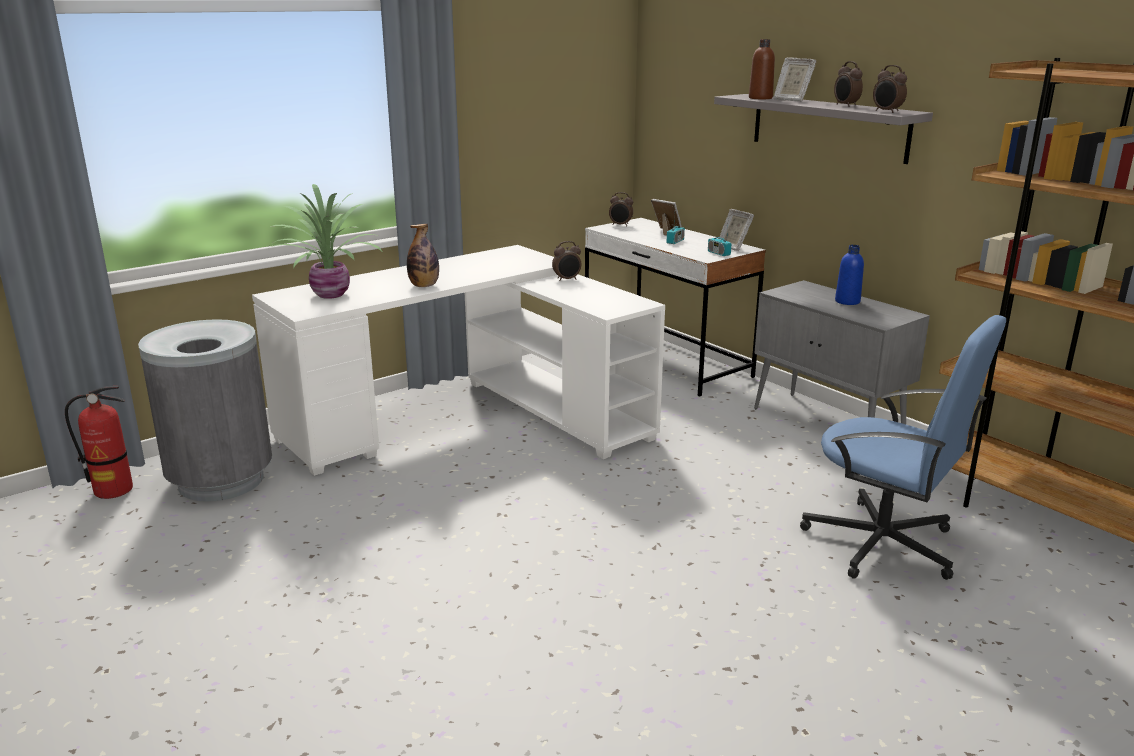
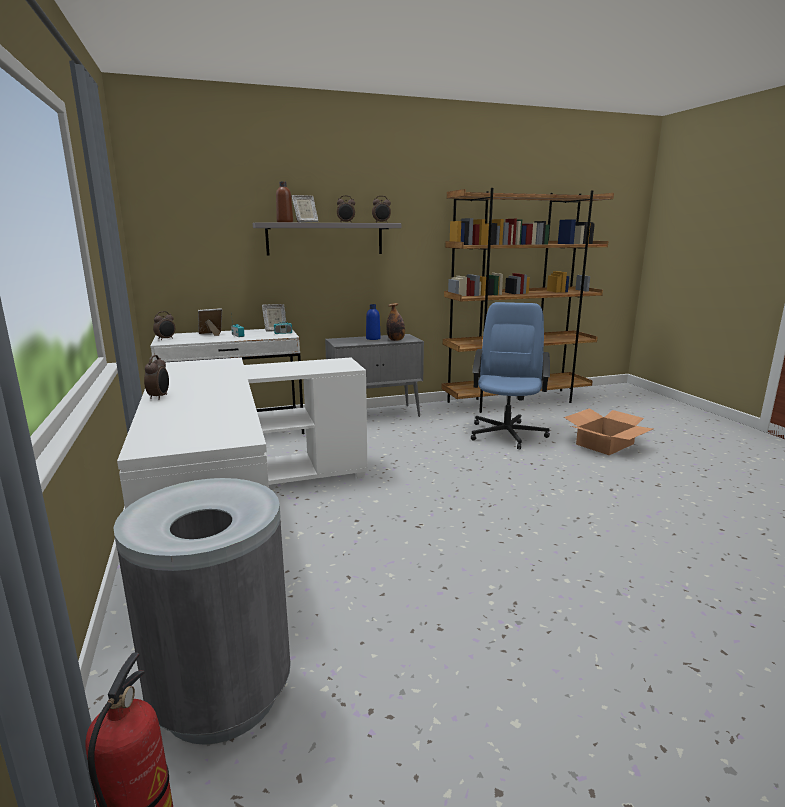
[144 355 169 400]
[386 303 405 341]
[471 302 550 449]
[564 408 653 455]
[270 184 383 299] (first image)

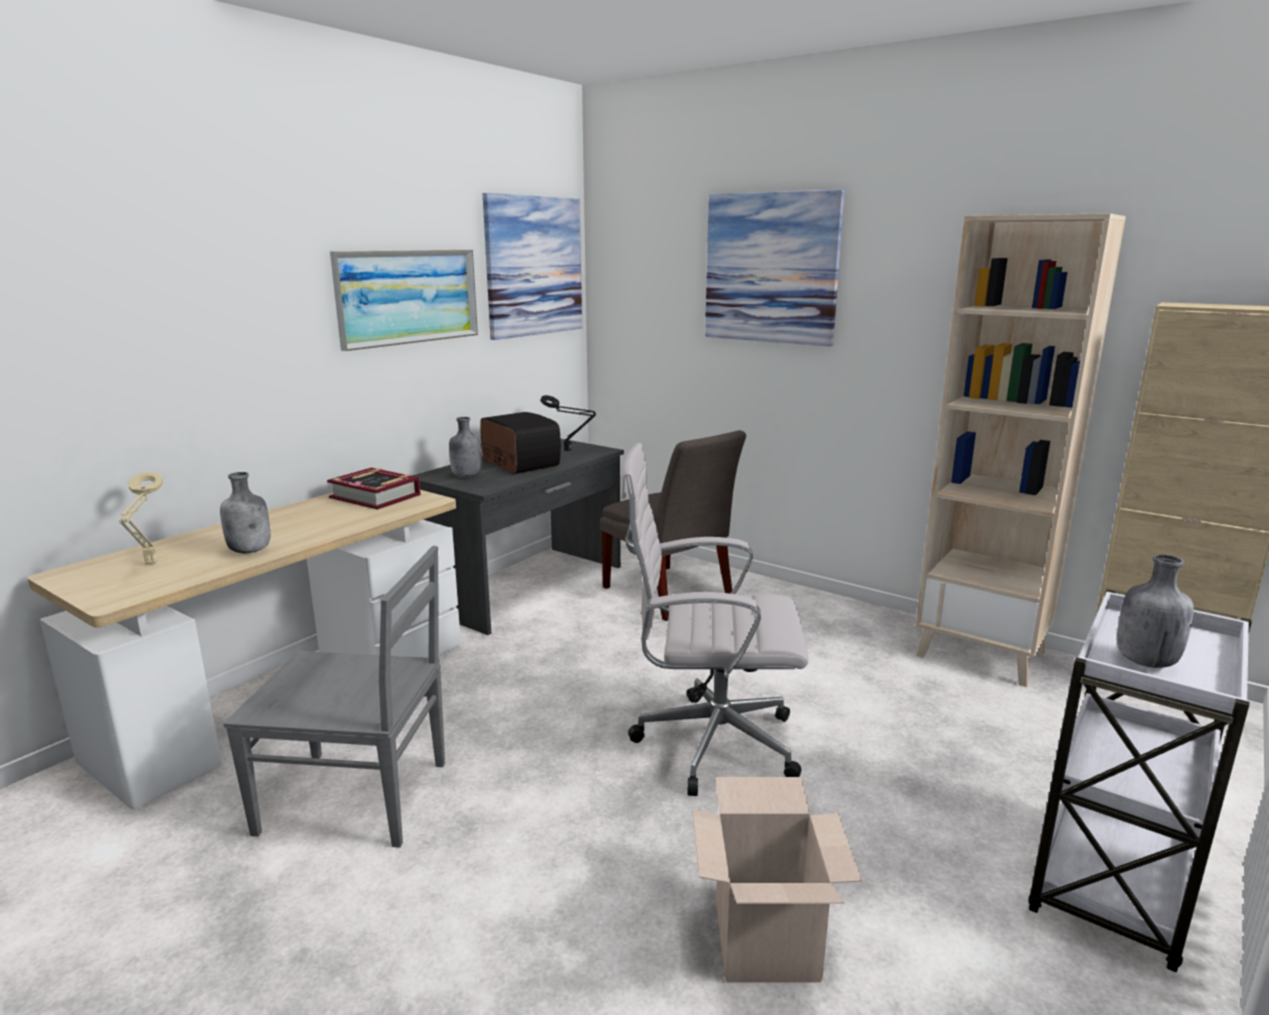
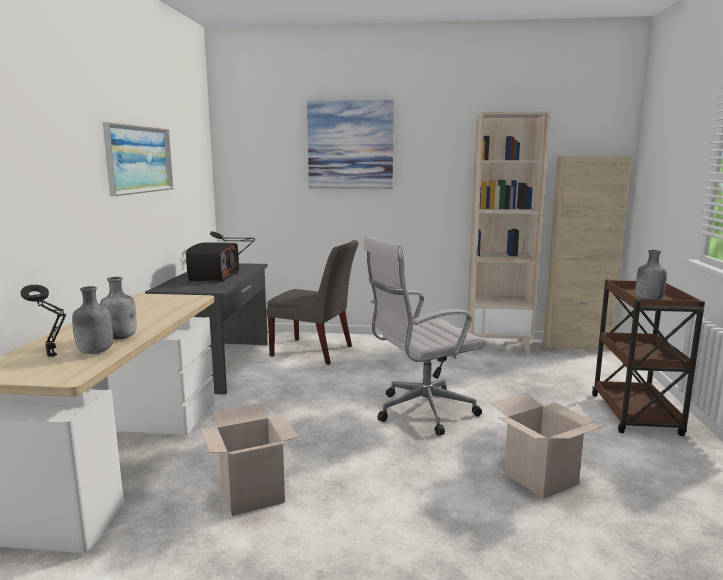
[21 285 66 357]
[72 286 113 354]
[186 242 239 282]
[201 403 299 516]
[592 279 705 436]
[327 468 421 510] (first image)
[483 193 582 340] (first image)

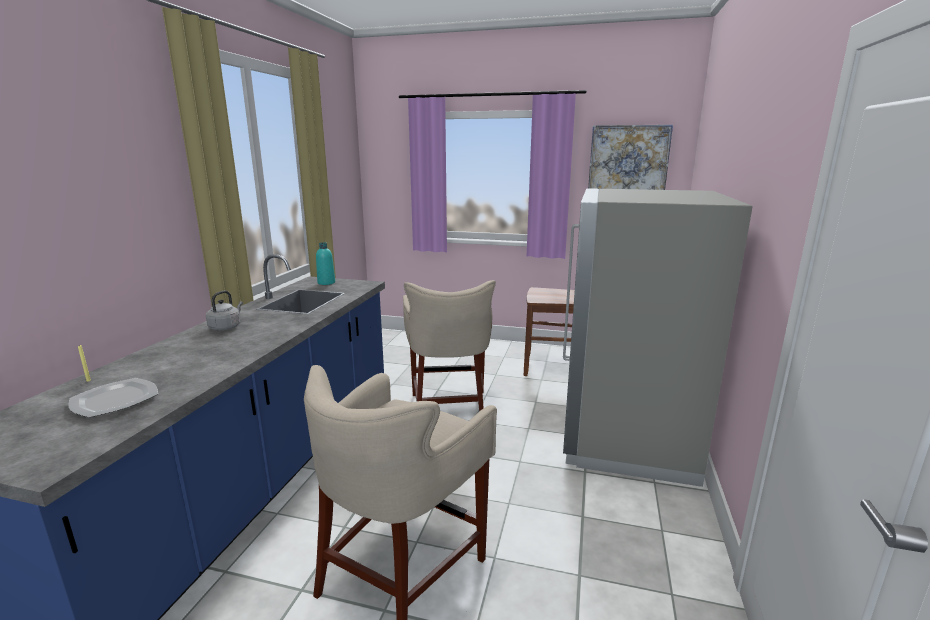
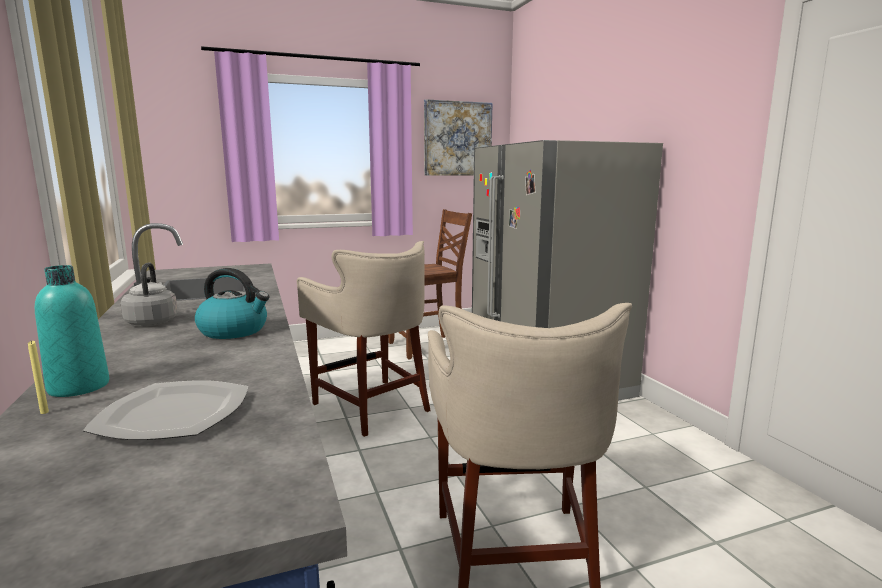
[35 265 109 397]
[195 268 269 339]

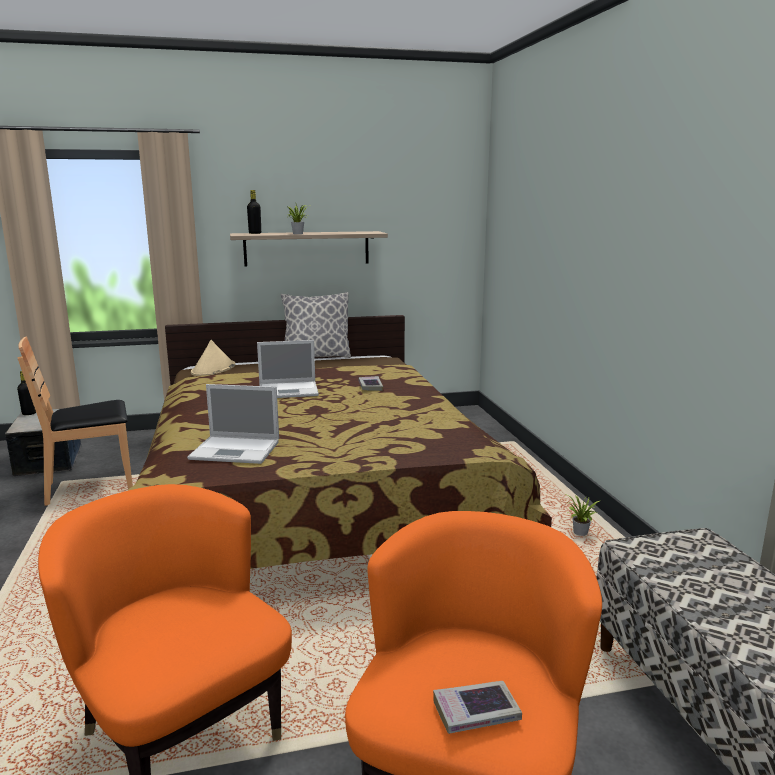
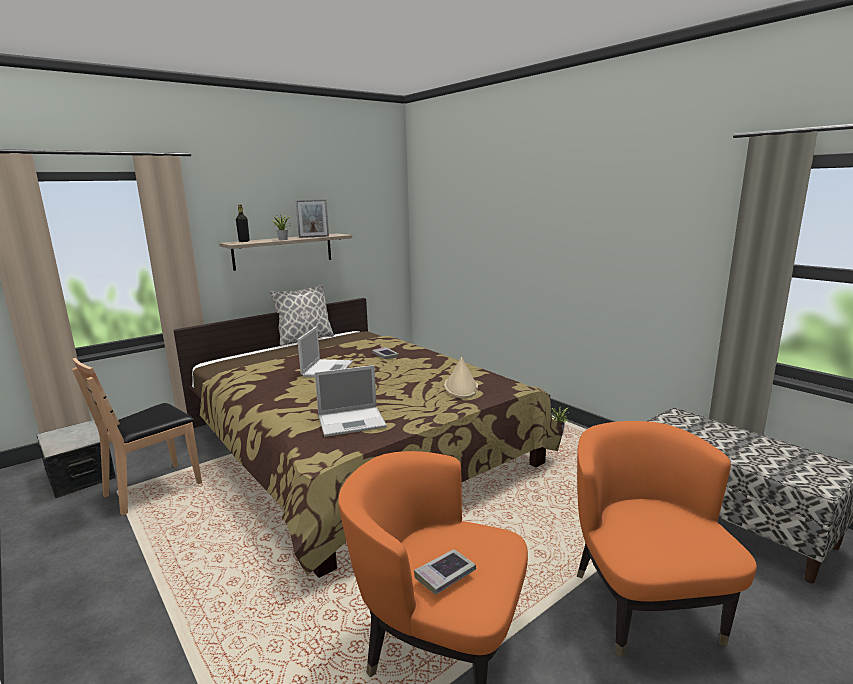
[296 199 329 238]
[297 326 353 377]
[414 549 476 595]
[444 357 478 398]
[17 371 36 415] (first image)

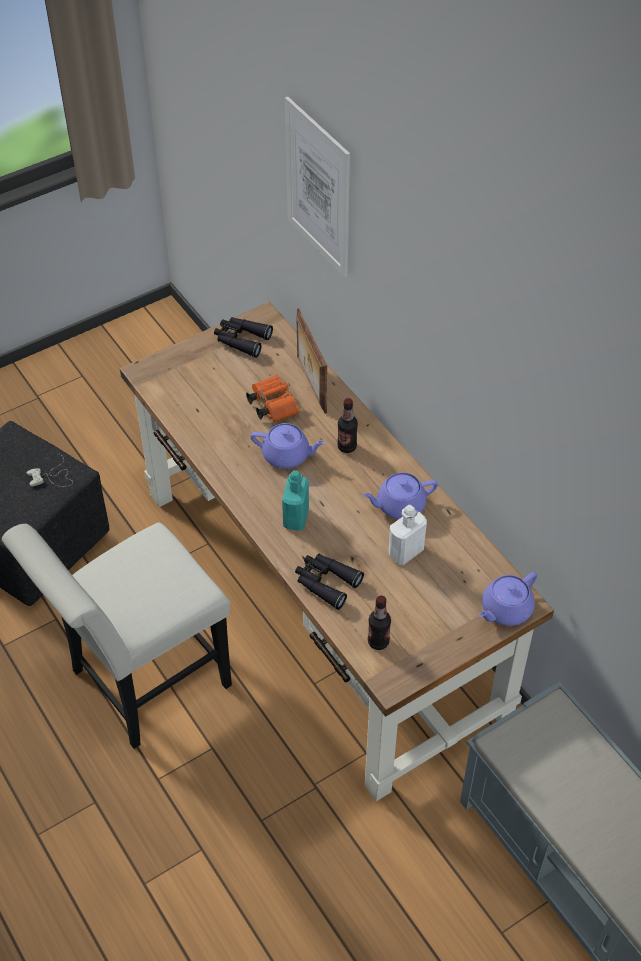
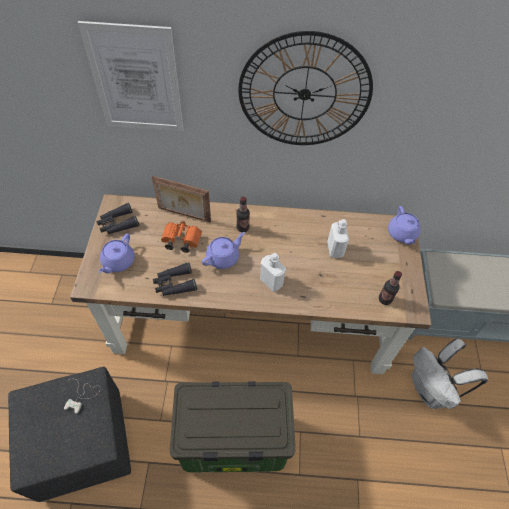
[99 233 135 274]
[153 262 197 296]
[169 381 296 473]
[238 31 373 145]
[260 253 286 292]
[411 338 488 409]

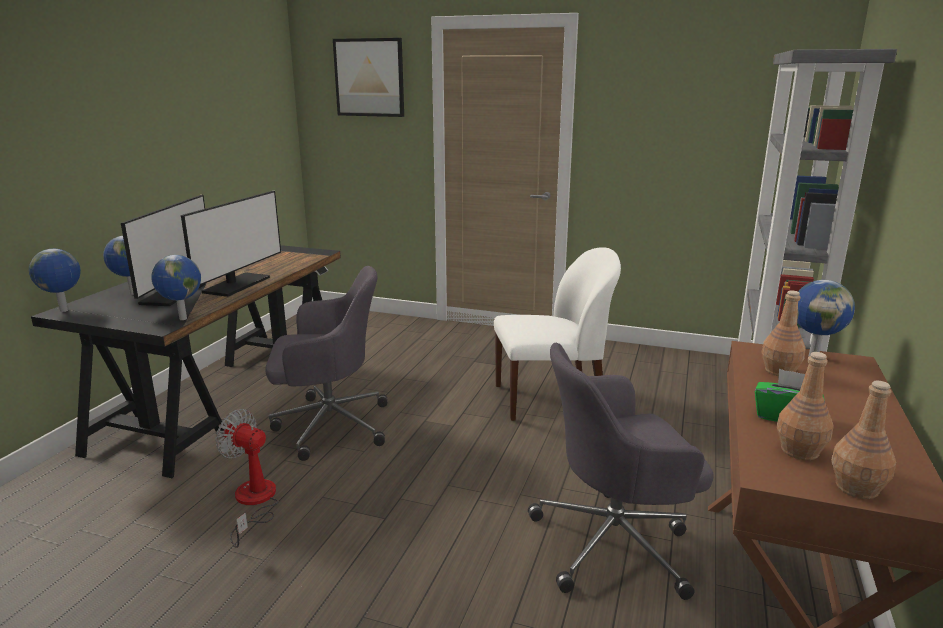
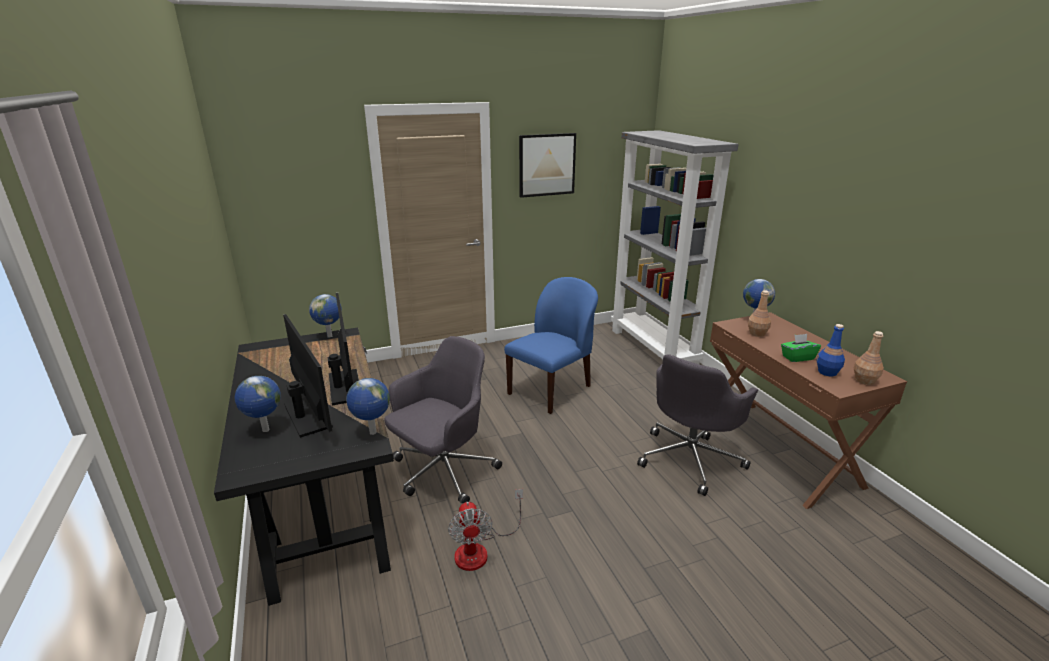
[309 294 342 338]
[448 489 523 571]
[504 277 598 414]
[519 133 576 198]
[816 324 845 376]

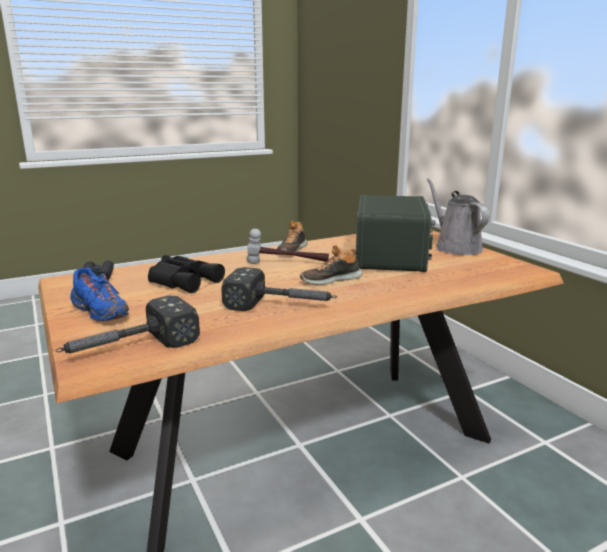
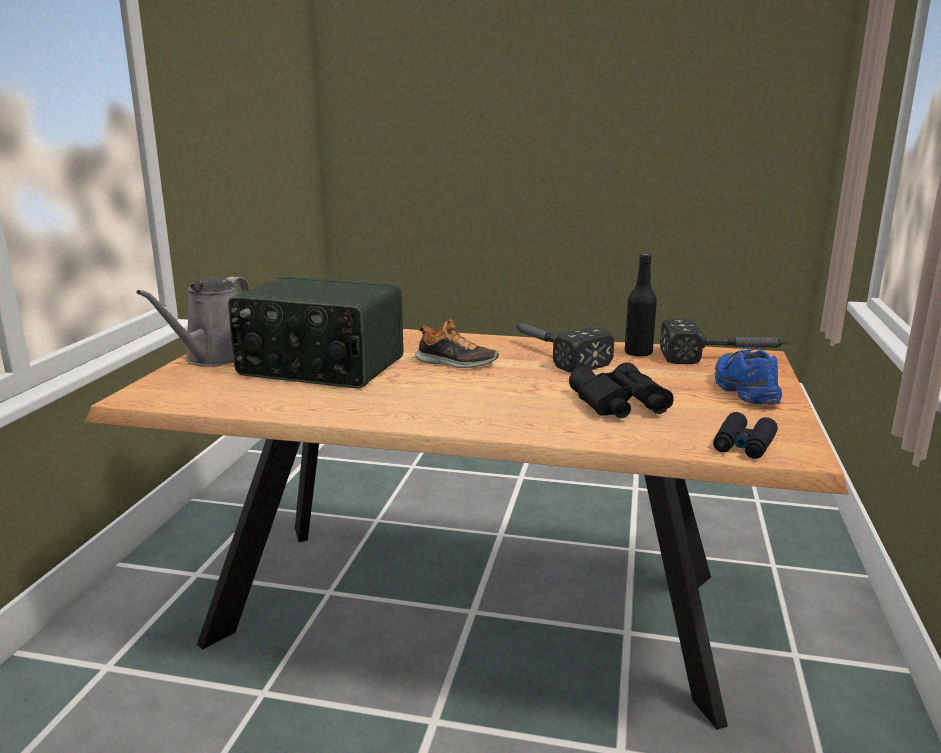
[228 276 404 388]
[625 253 657 357]
[247 229 329 264] (first image)
[277 220 308 255] (first image)

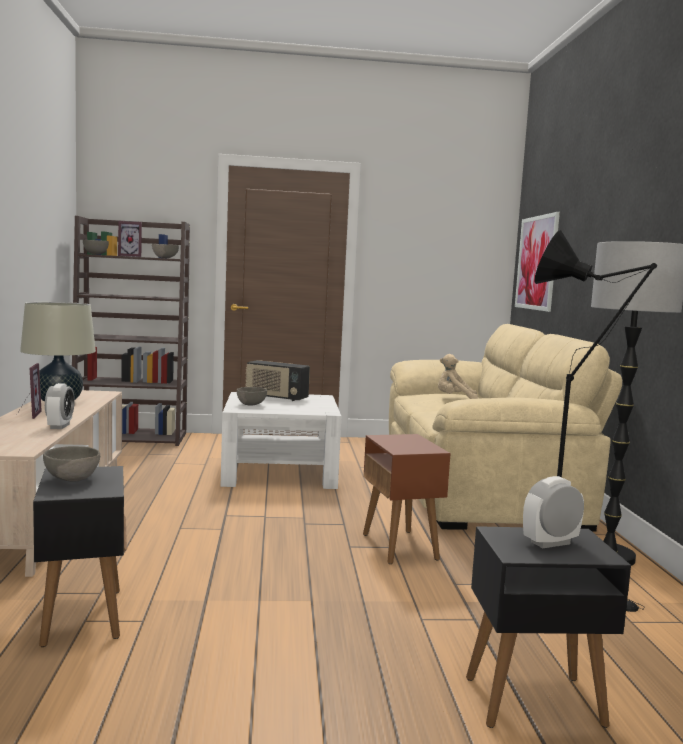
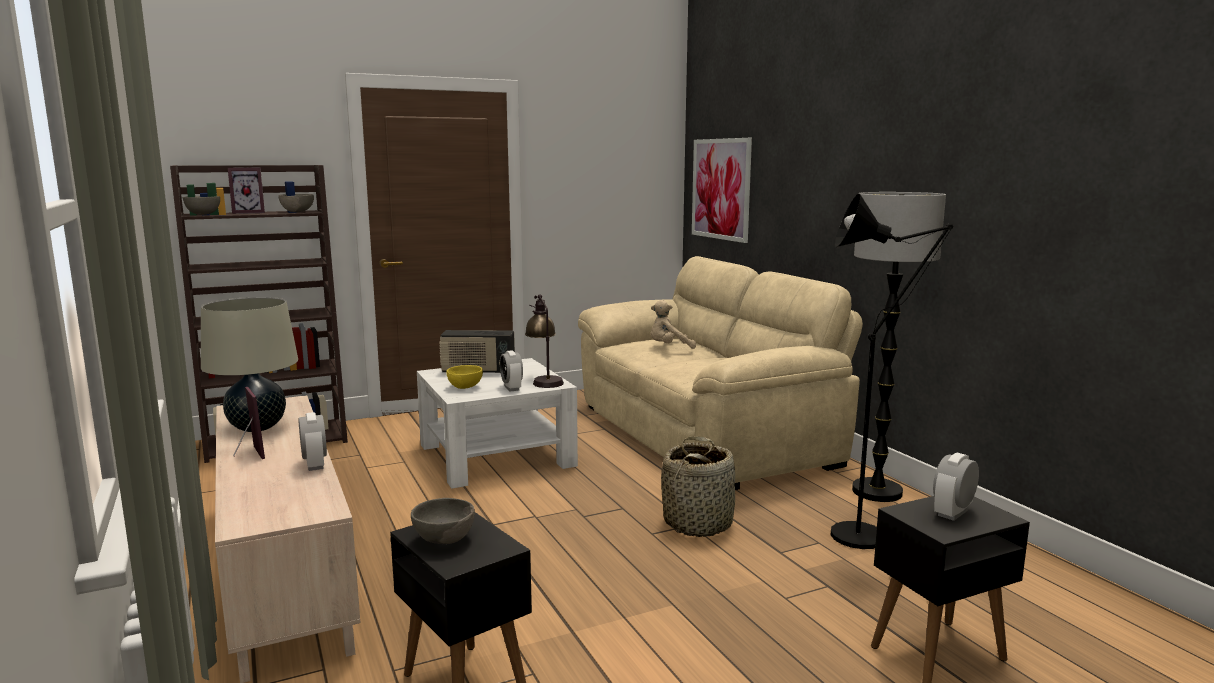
[446 365 483 389]
[500 350 523 391]
[525 294 564 388]
[661 436 735 537]

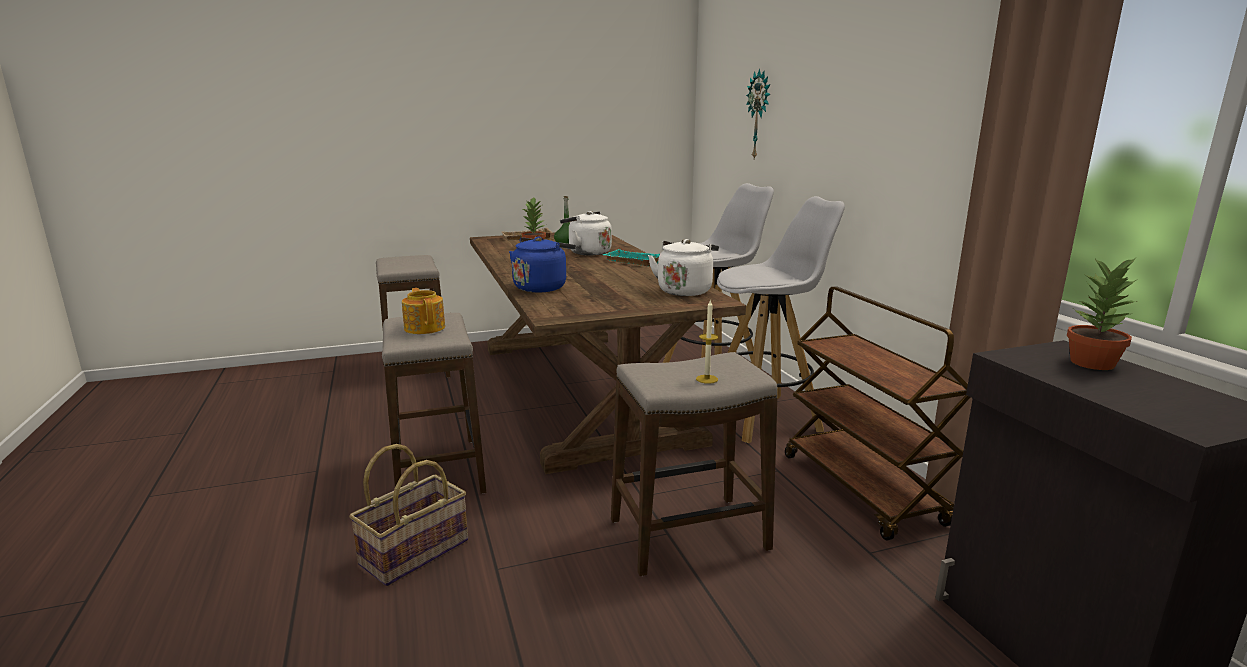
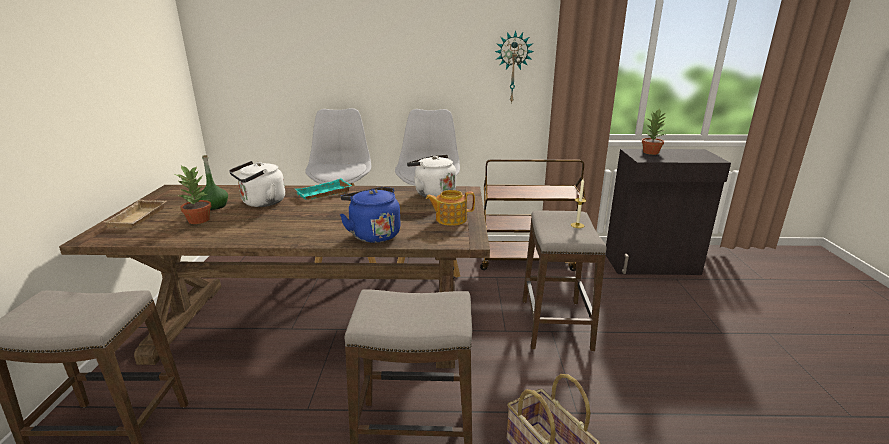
[426 190 475 226]
[495 30 534 104]

